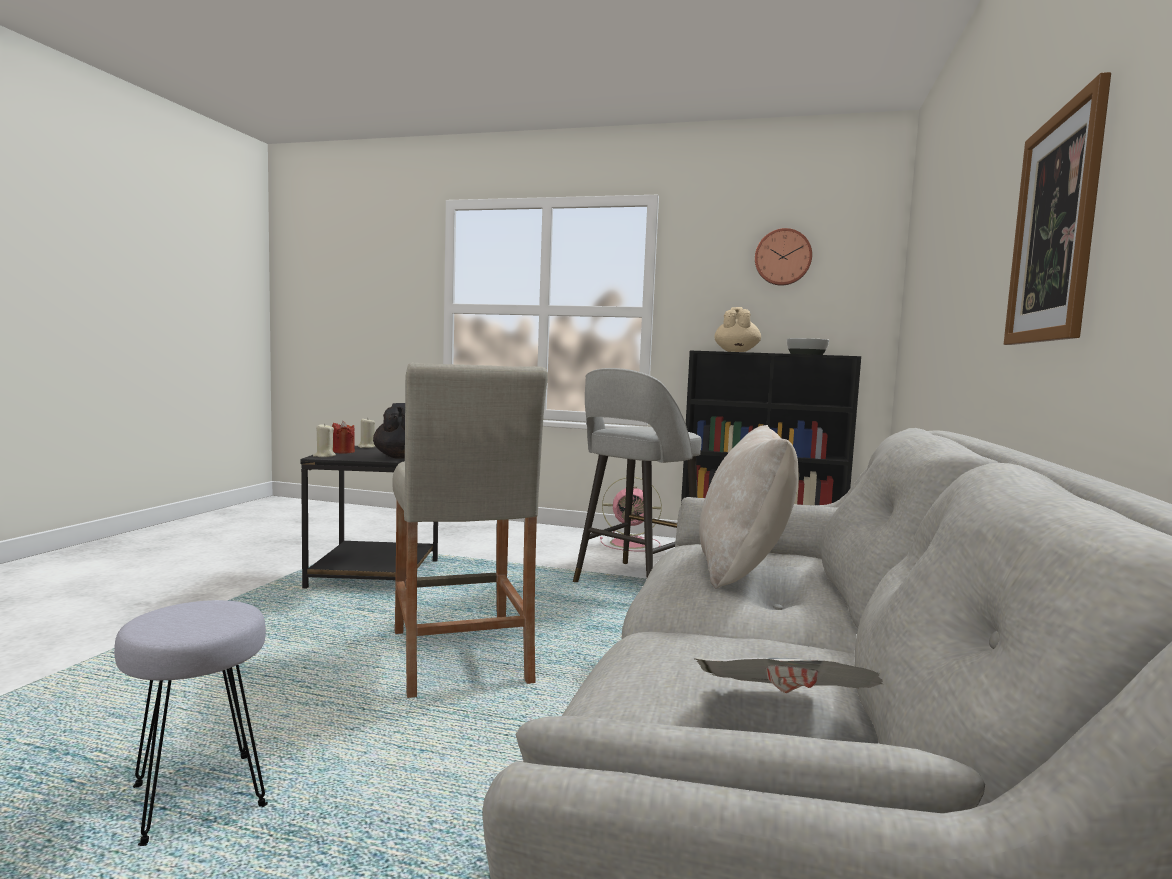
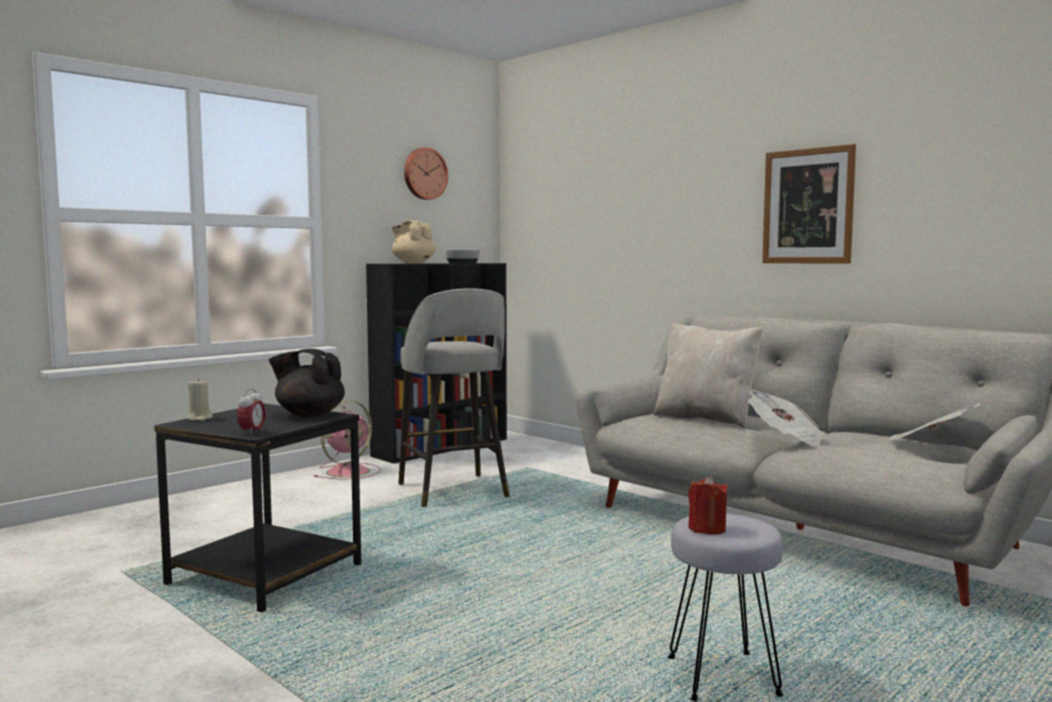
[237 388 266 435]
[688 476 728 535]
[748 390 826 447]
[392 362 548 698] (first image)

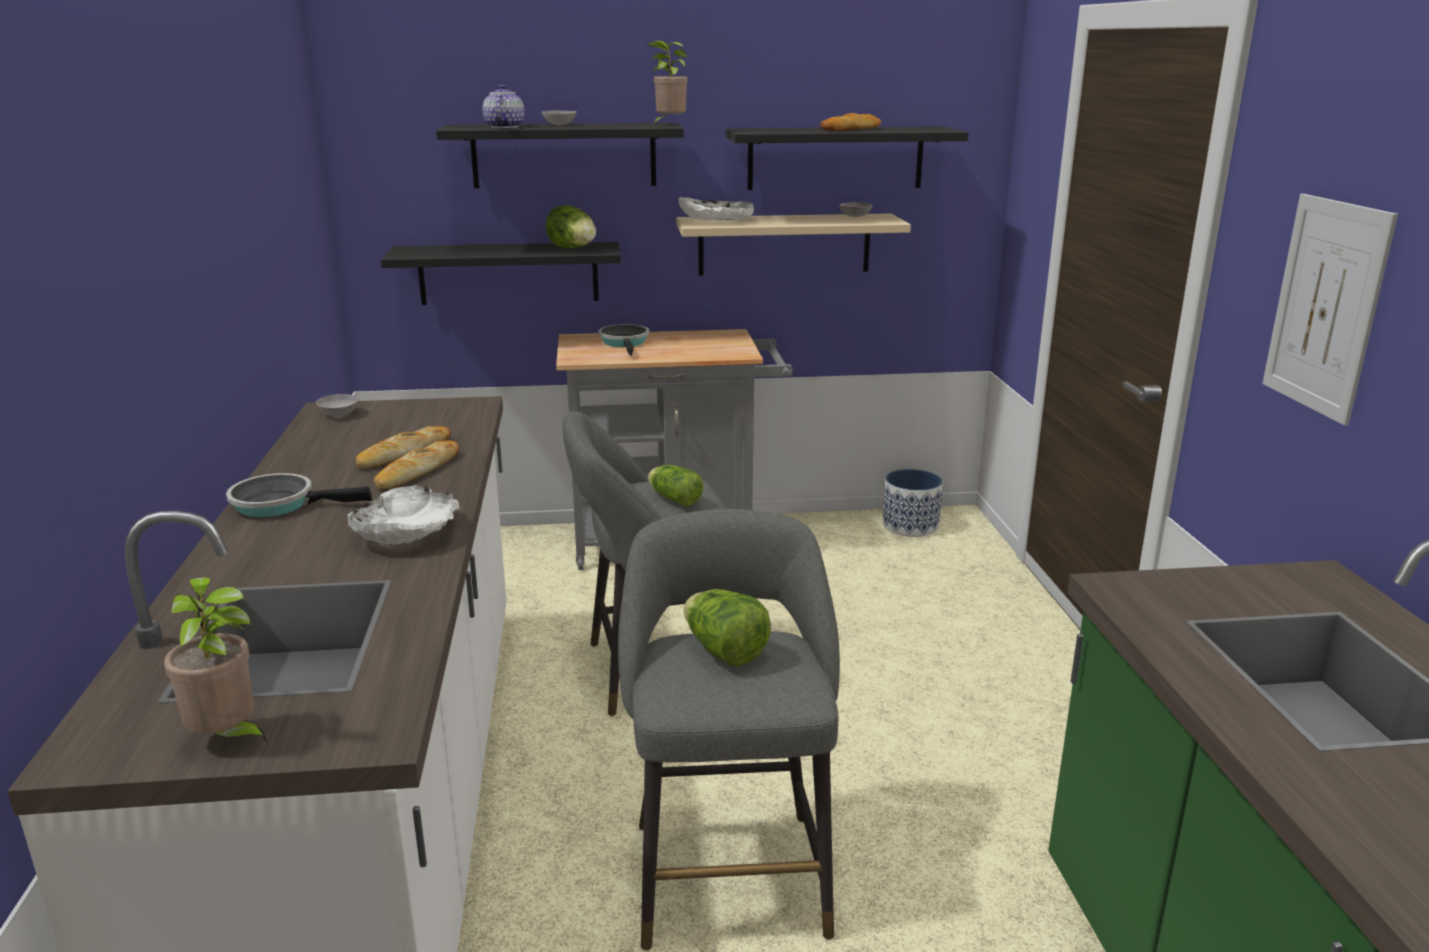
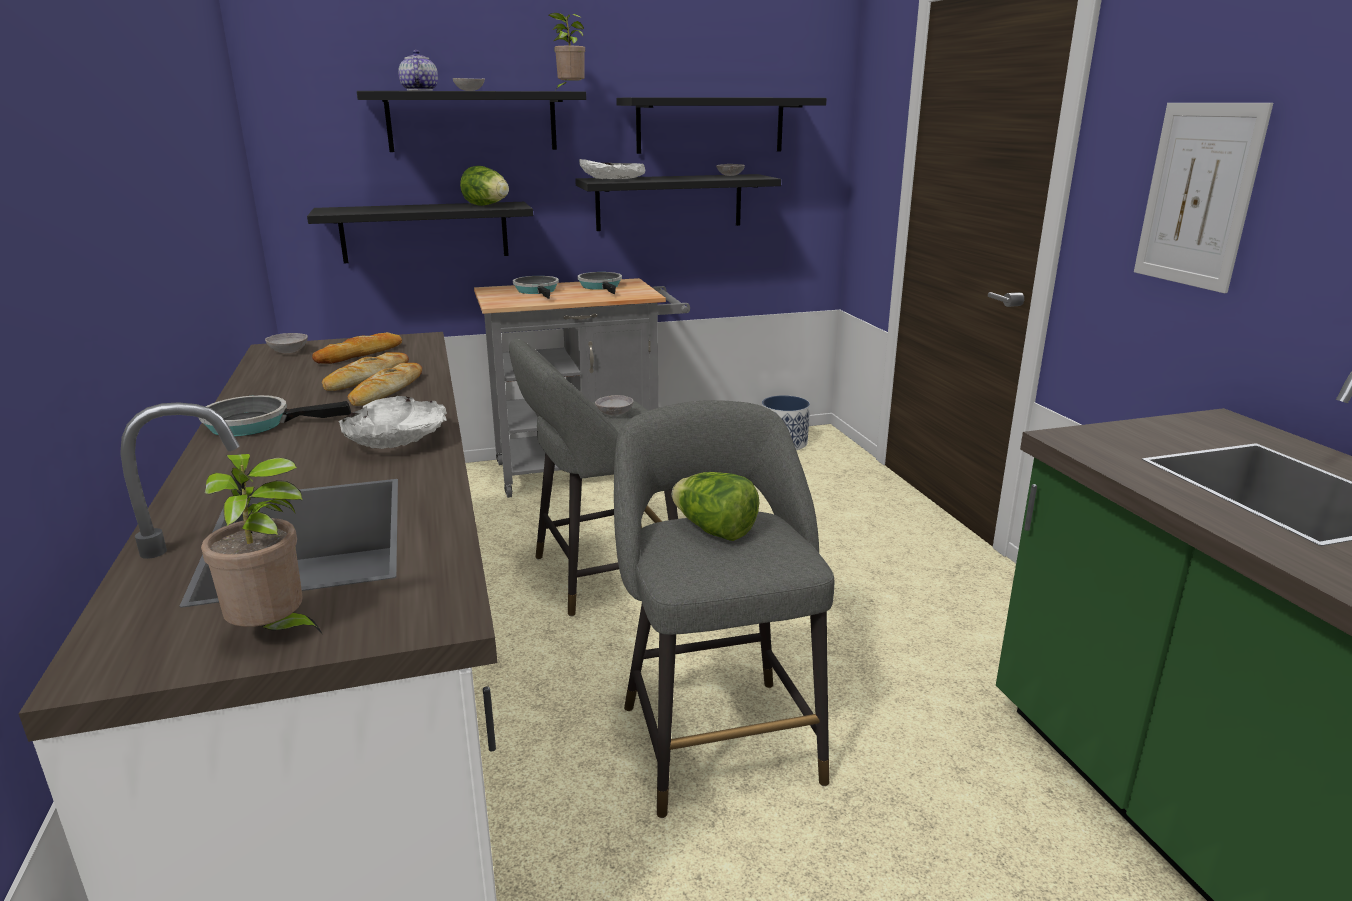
[312 332 402 364]
[575 174 781 231]
[577 272 622 294]
[595 395 634 416]

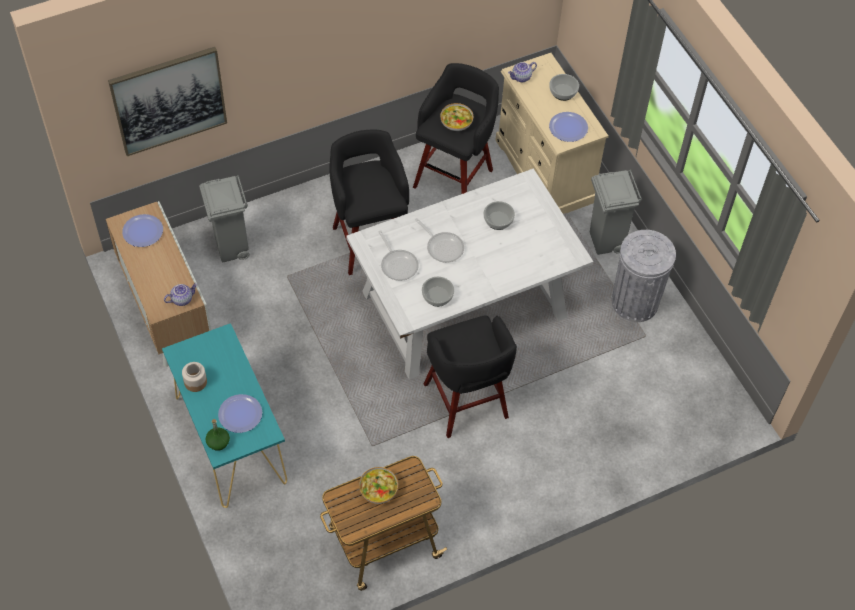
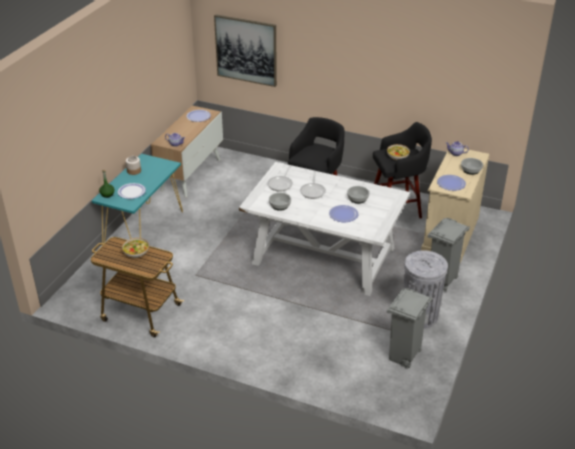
[329 205 358 222]
[387 288 433 368]
[424 315 517 438] (first image)

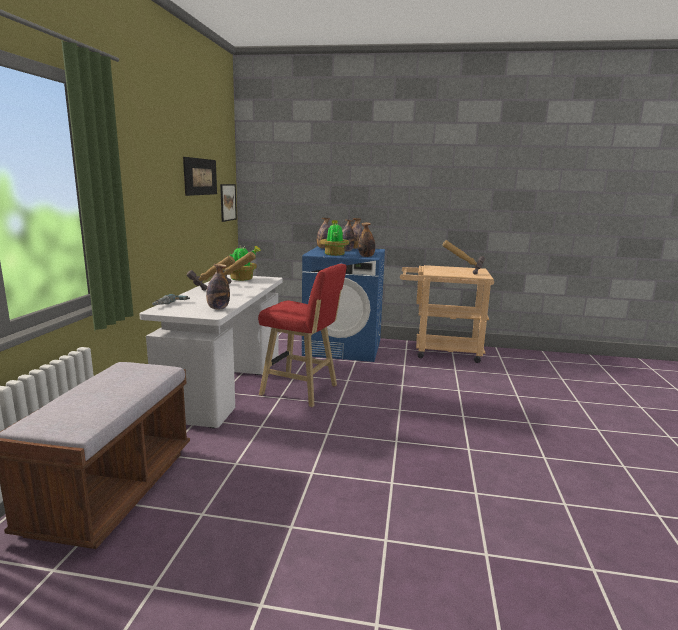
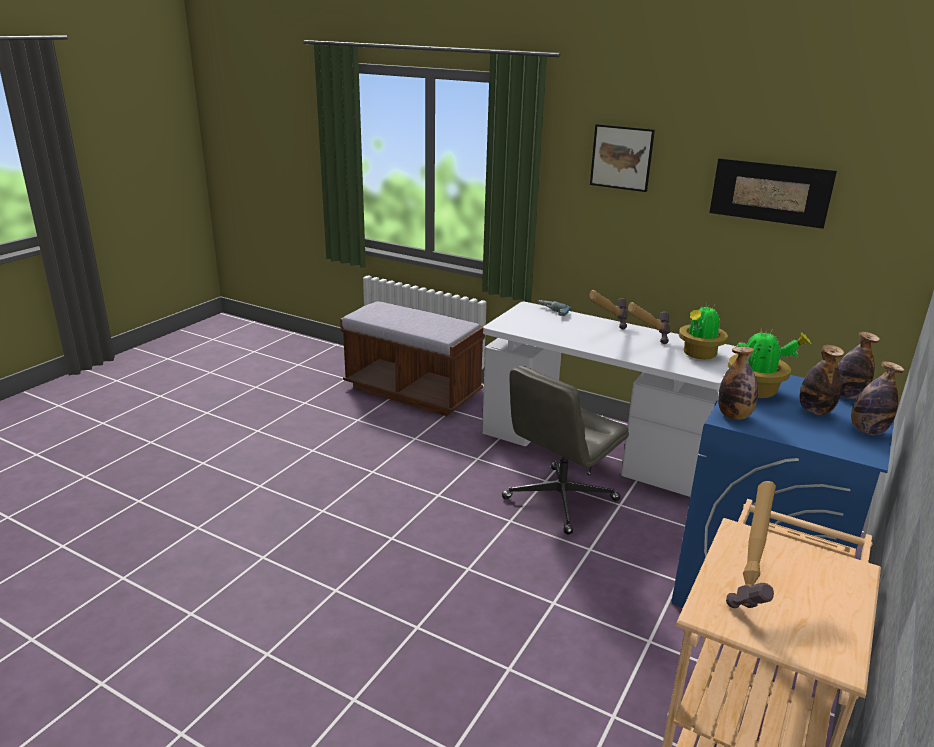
[502 366 629 535]
[590 124 655 192]
[206 264 230 310] (first image)

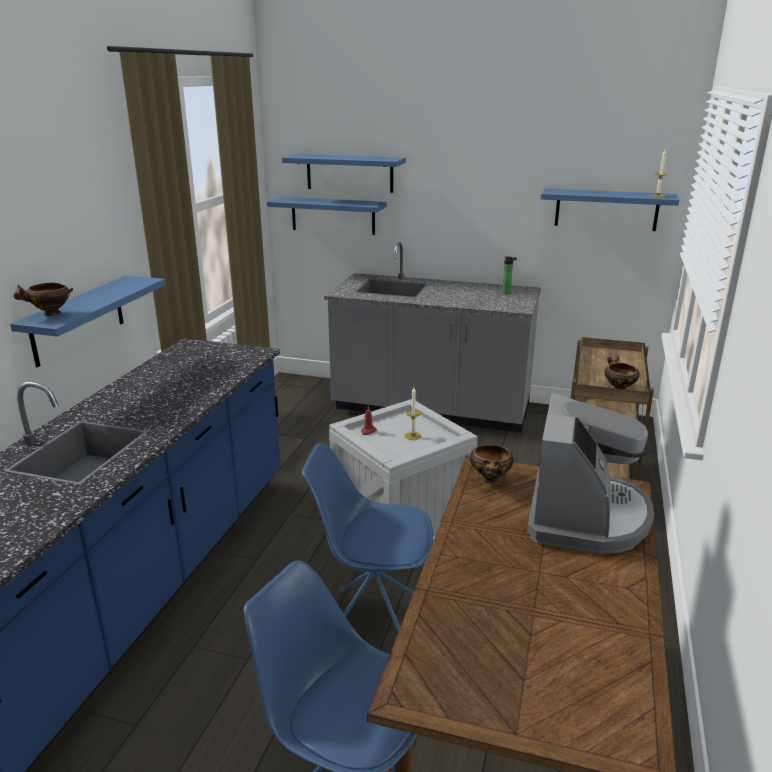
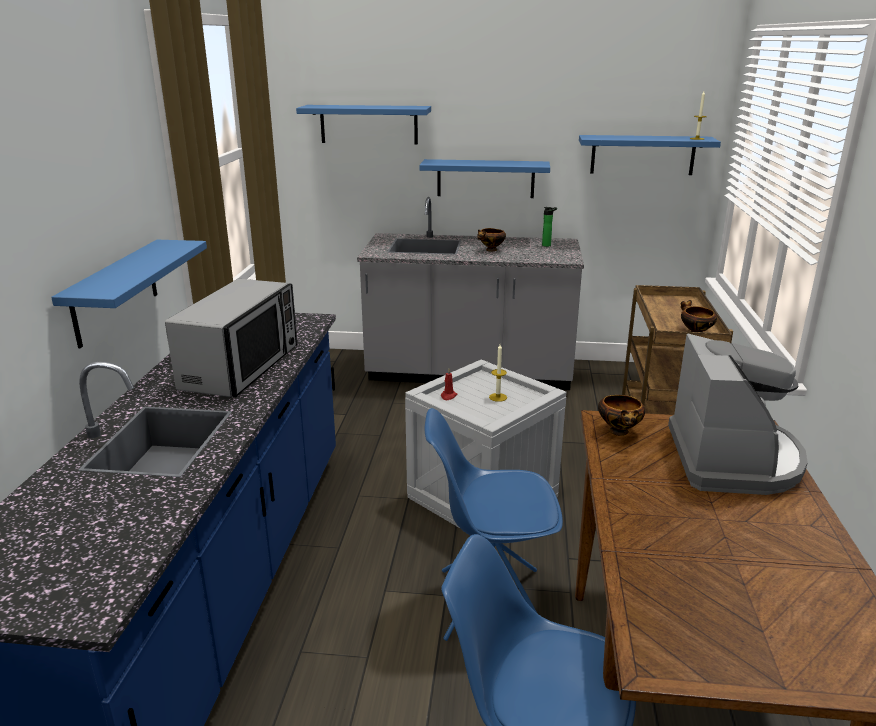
[165 279 298 397]
[419 159 550 198]
[477 228 506 251]

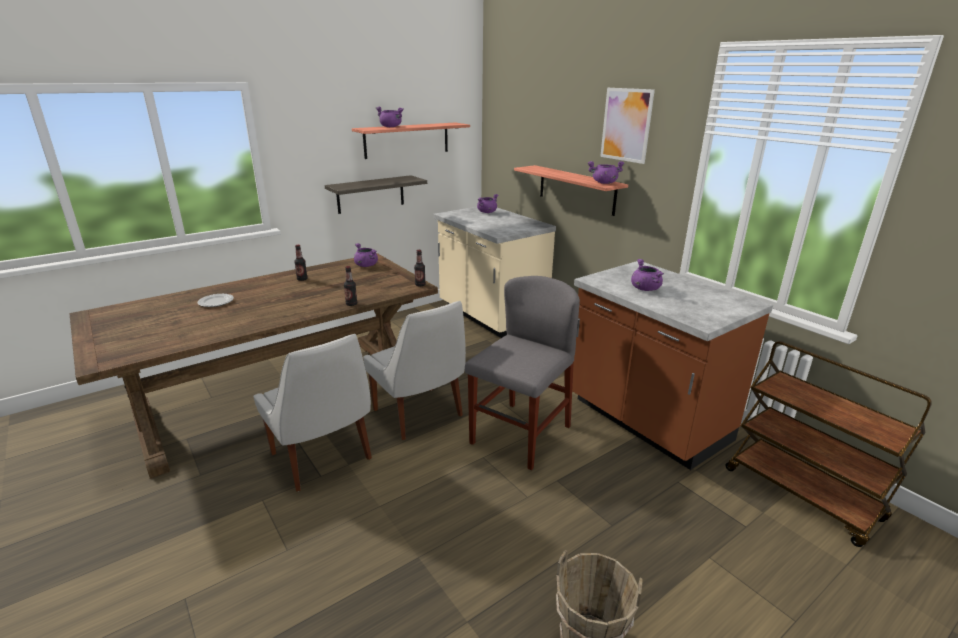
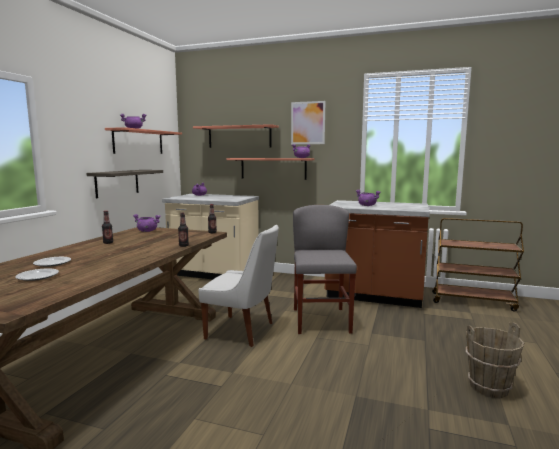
[15 268 59 281]
[193 124 279 148]
[253 334 372 491] (first image)

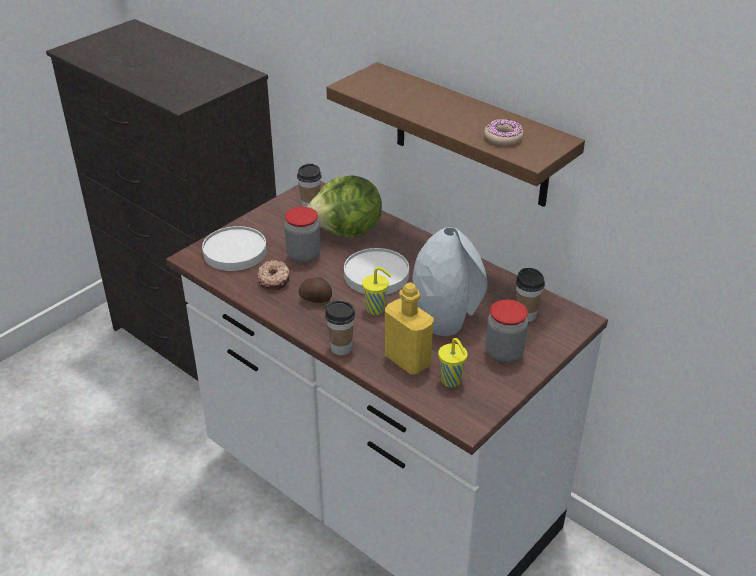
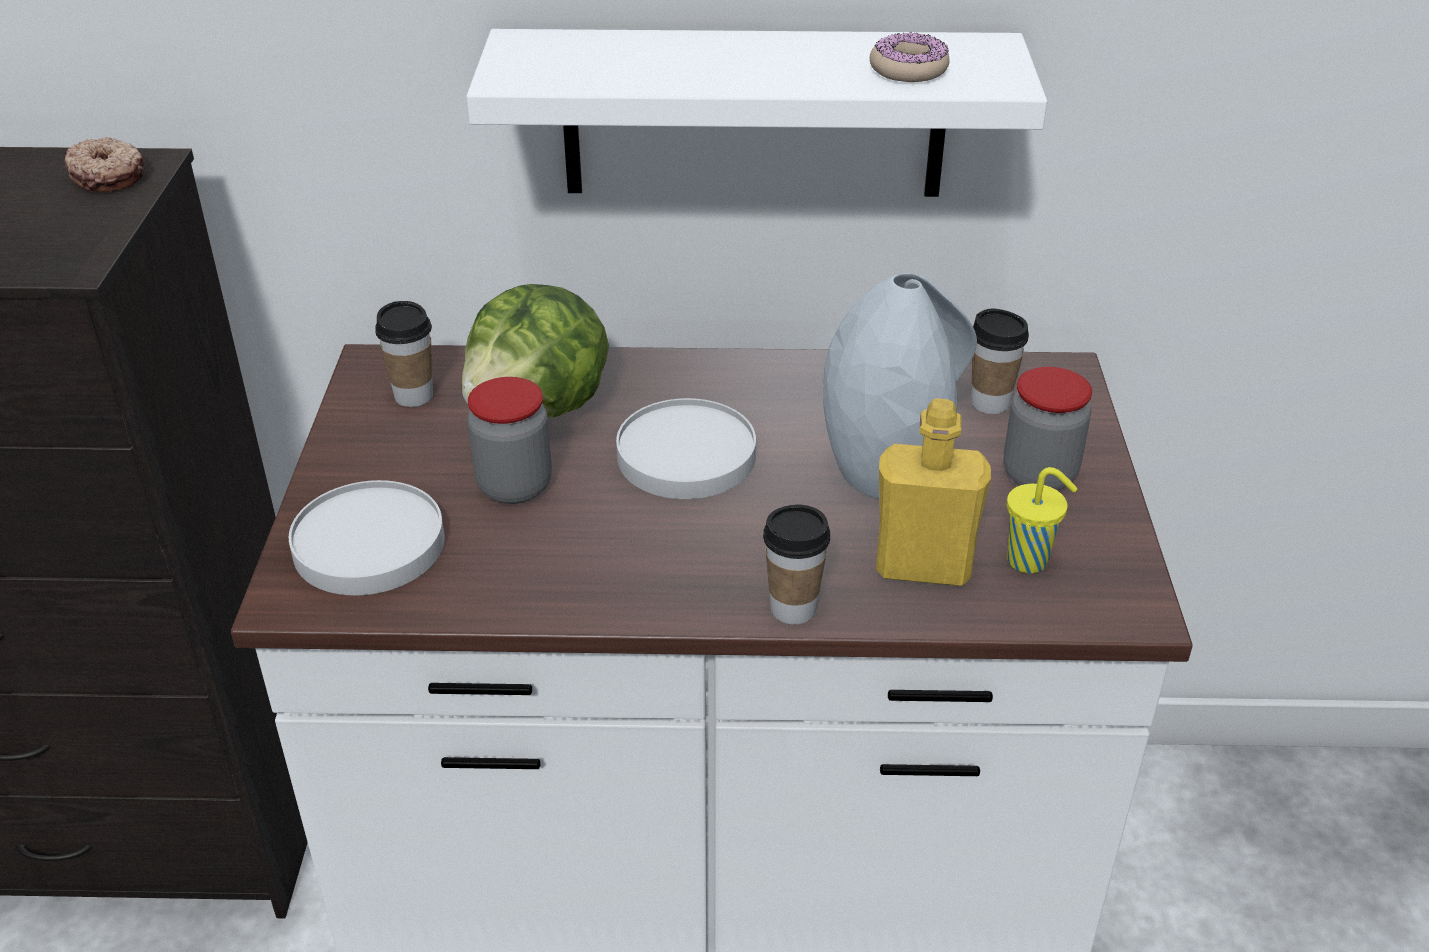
[65 137 145 192]
[466 29 1047 197]
[299 277 332 303] (first image)
[362 267 392 315] (first image)

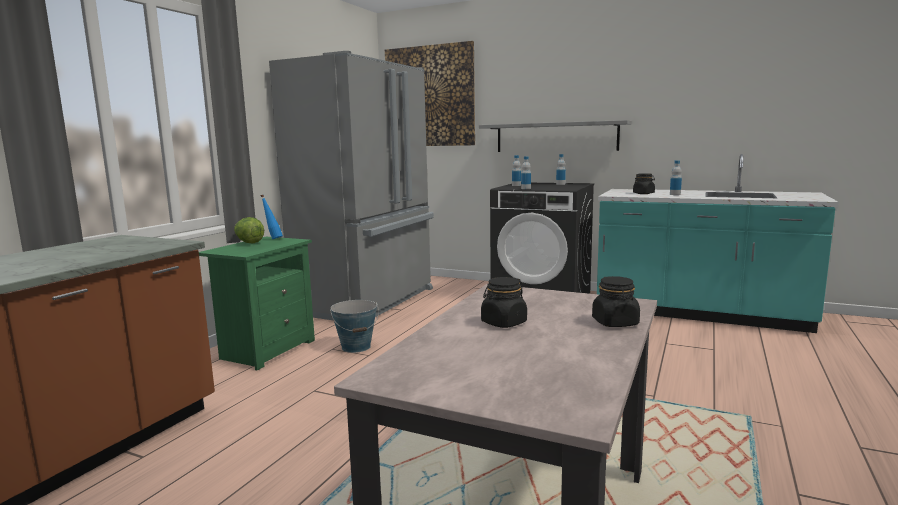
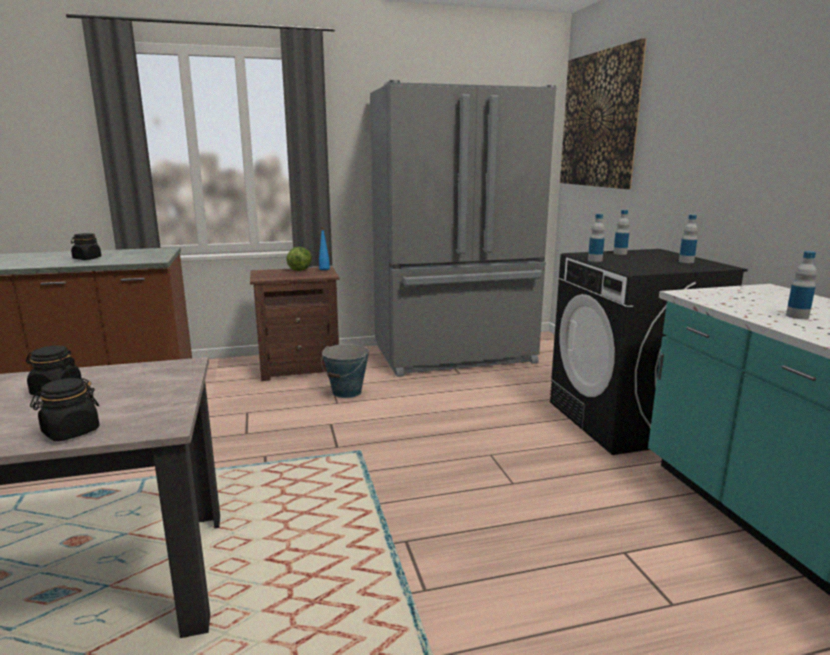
[71 233 101 260]
[250 267 340 381]
[479 120 632 152] (first image)

